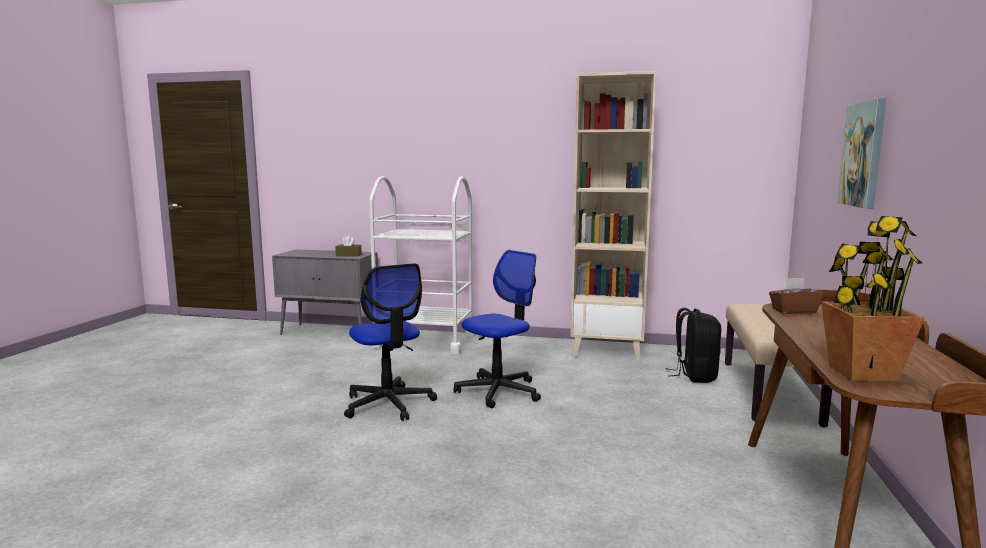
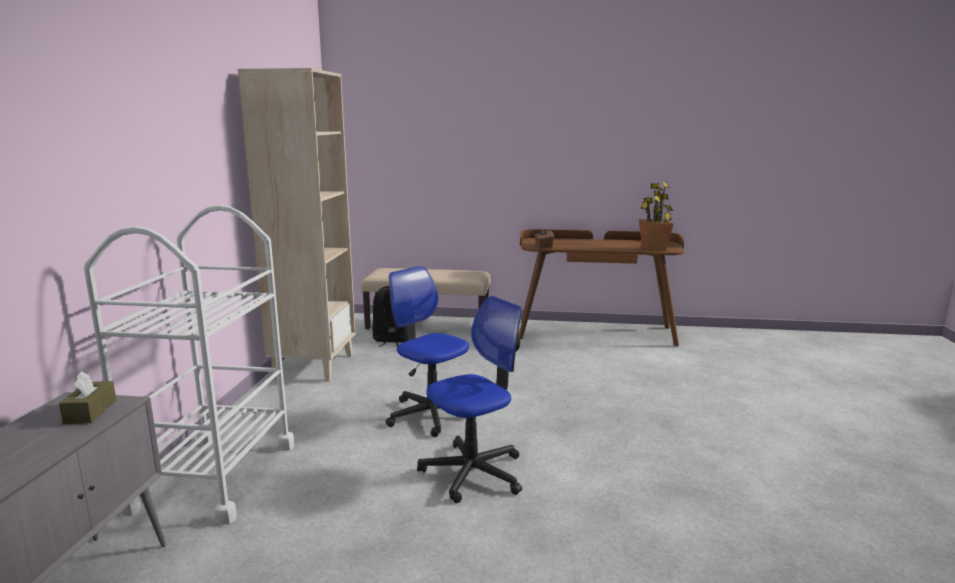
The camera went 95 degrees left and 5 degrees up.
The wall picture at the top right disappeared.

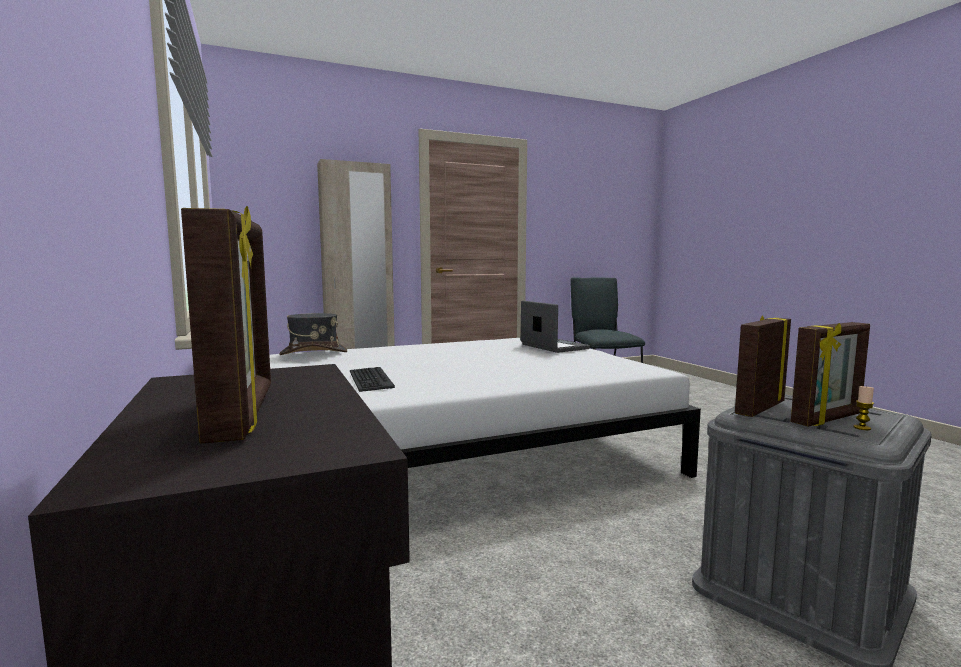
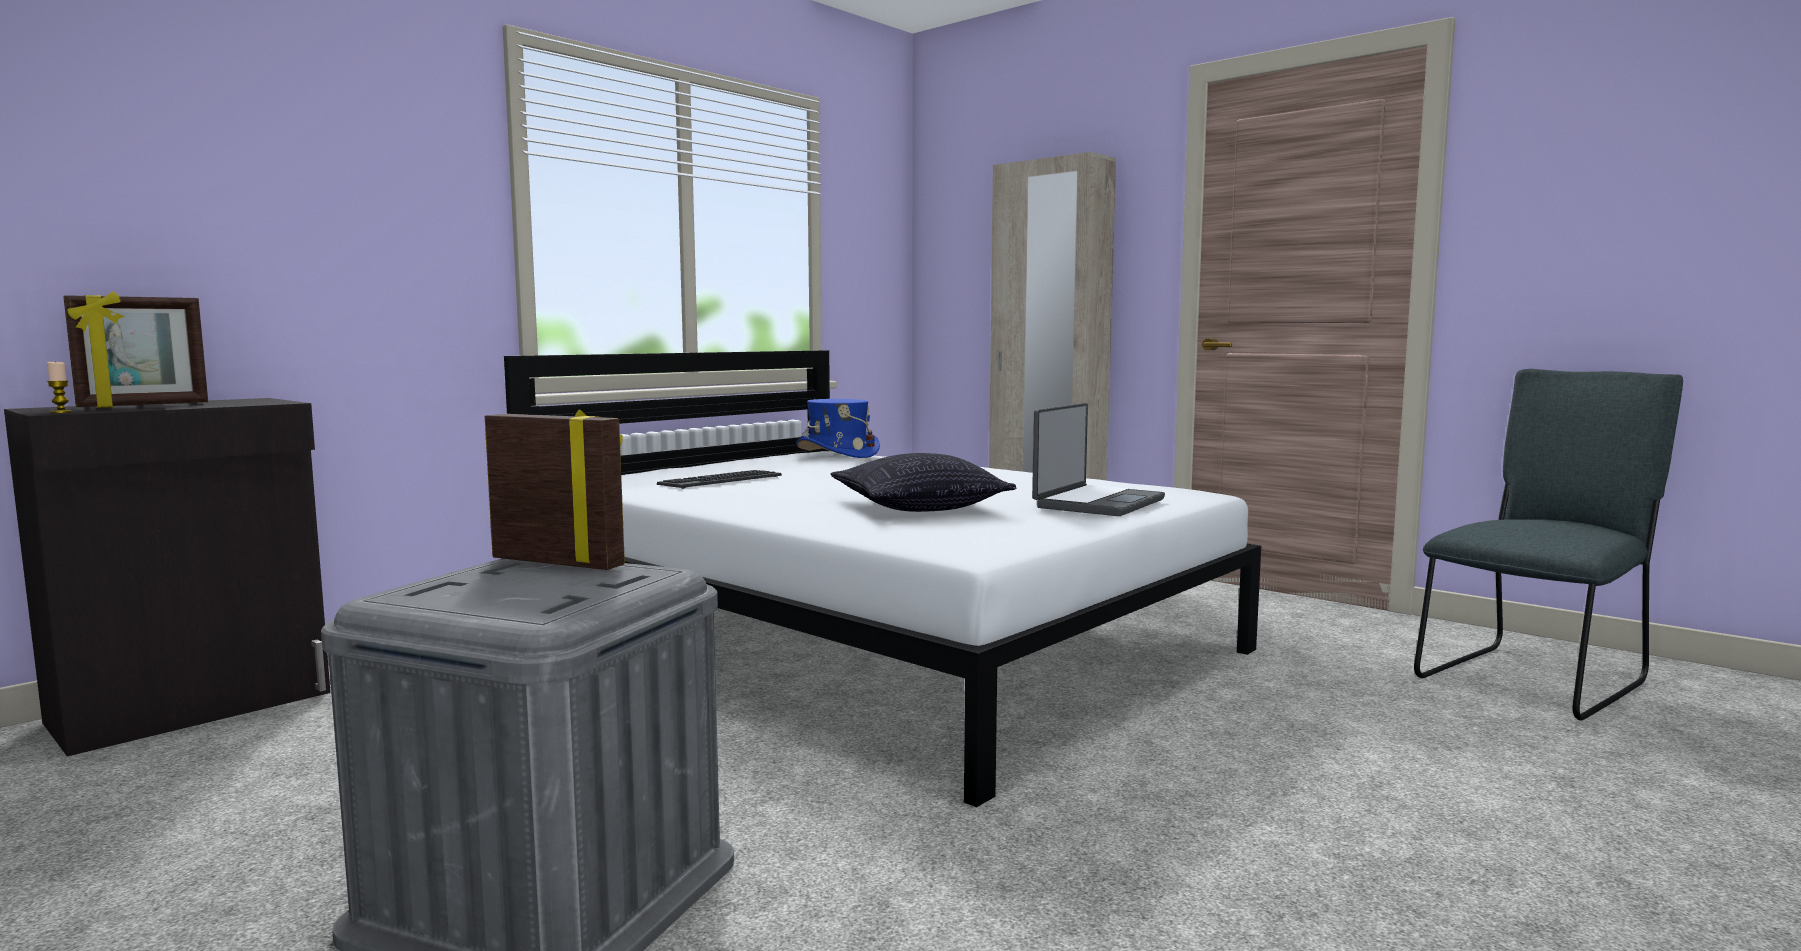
The camera went 65 degrees right and 0 degrees up.
The greyish wearable hat at the middle left became the blue-coloured wearable hat at the centre.
The picture frame (3rd from left) at the middle right disappeared.
The wax candle moved from the middle right to the middle left.
The cushion at the centre appeared.

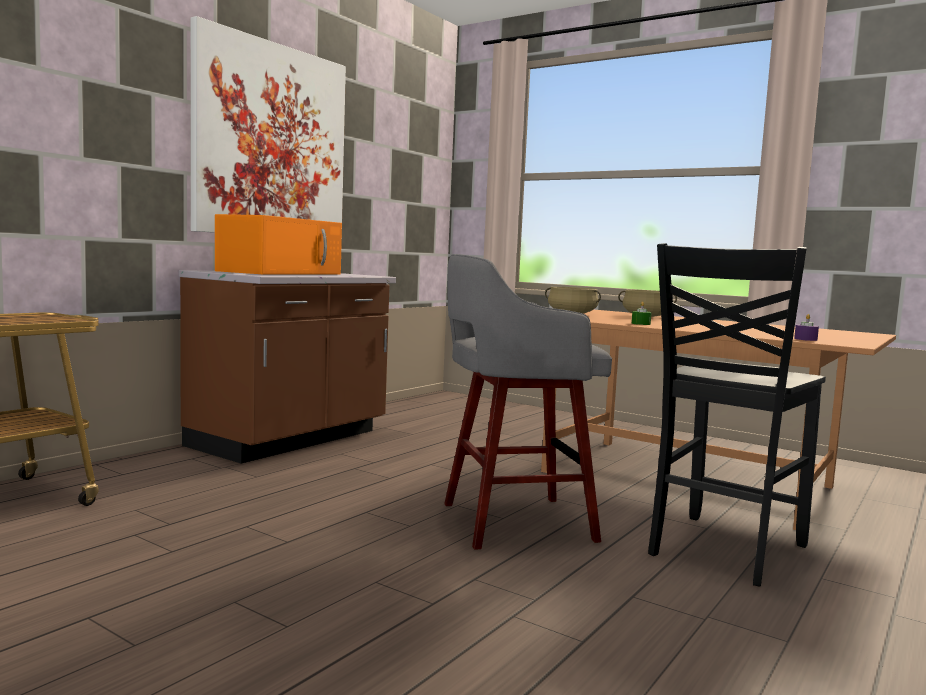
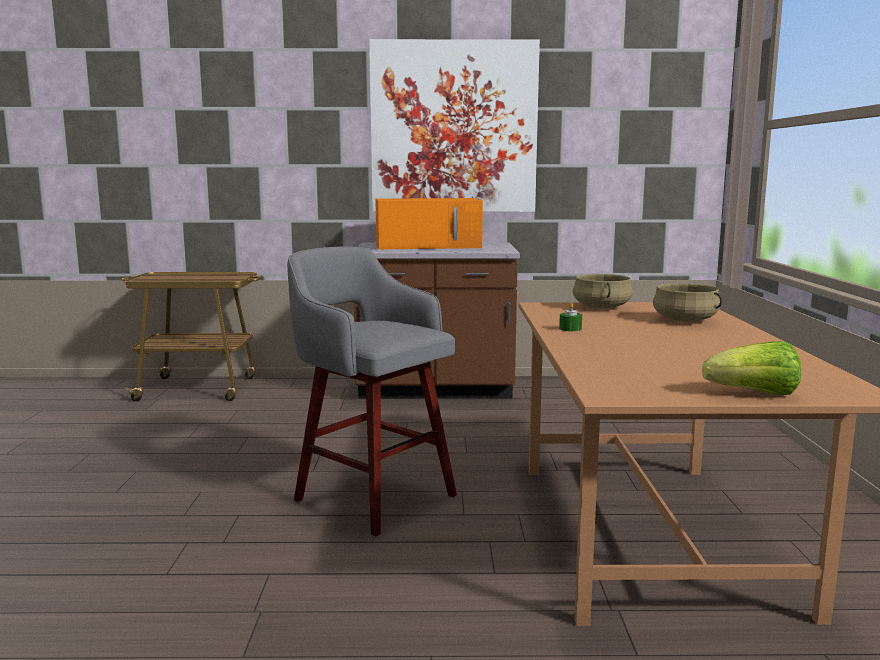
The camera went 55 degrees right and 5 degrees up.
The black-coloured chair at the middle right disappeared.
The purple wax candle at the middle right disappeared.
The lettuce at the middle right appeared.

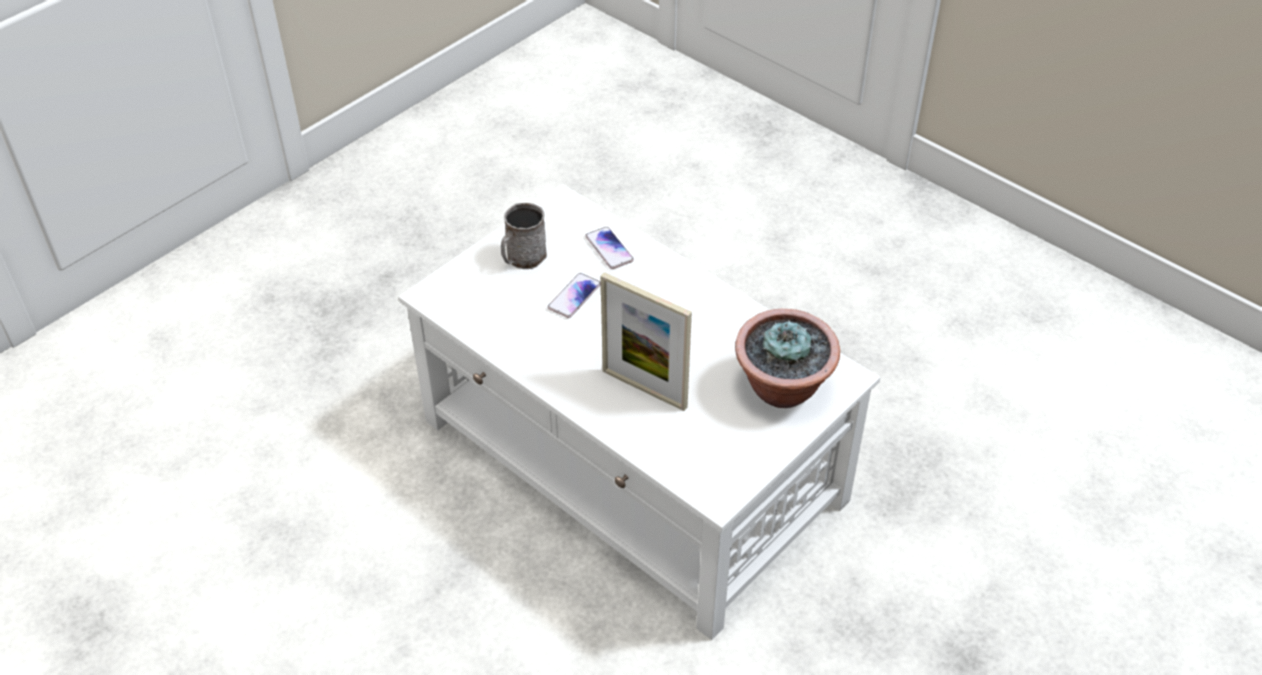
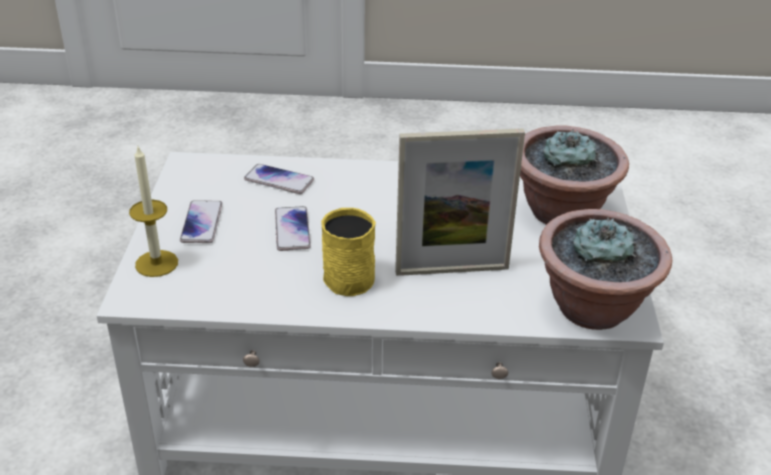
The camera went 40 degrees left and 10 degrees down.
The greyish coffee mug at the centre was replaced by the handset (1st from left) at the middle left.
The wax candle at the middle left appeared.
The yellow coffee mug at the centre appeared.
The potted plant (2nd from left) at the middle right appeared.

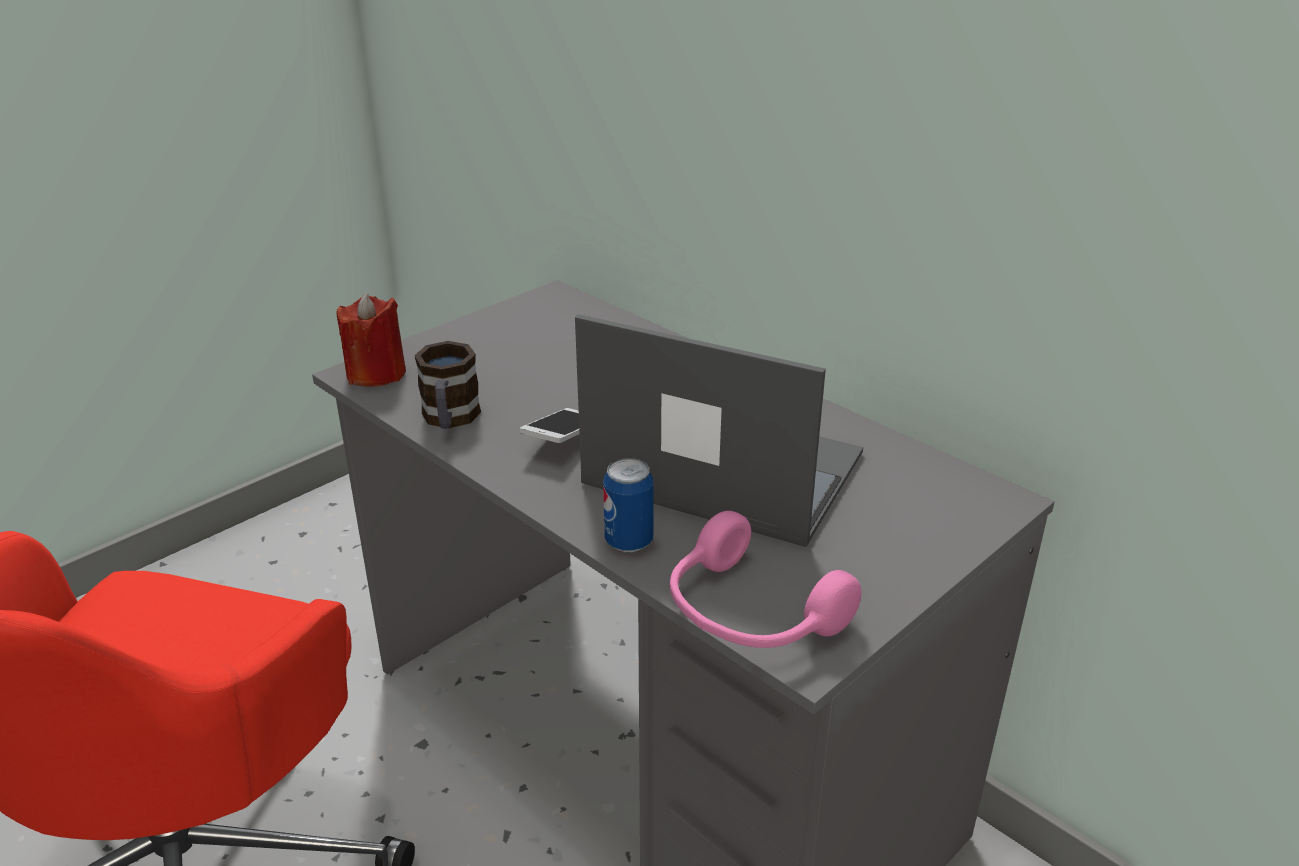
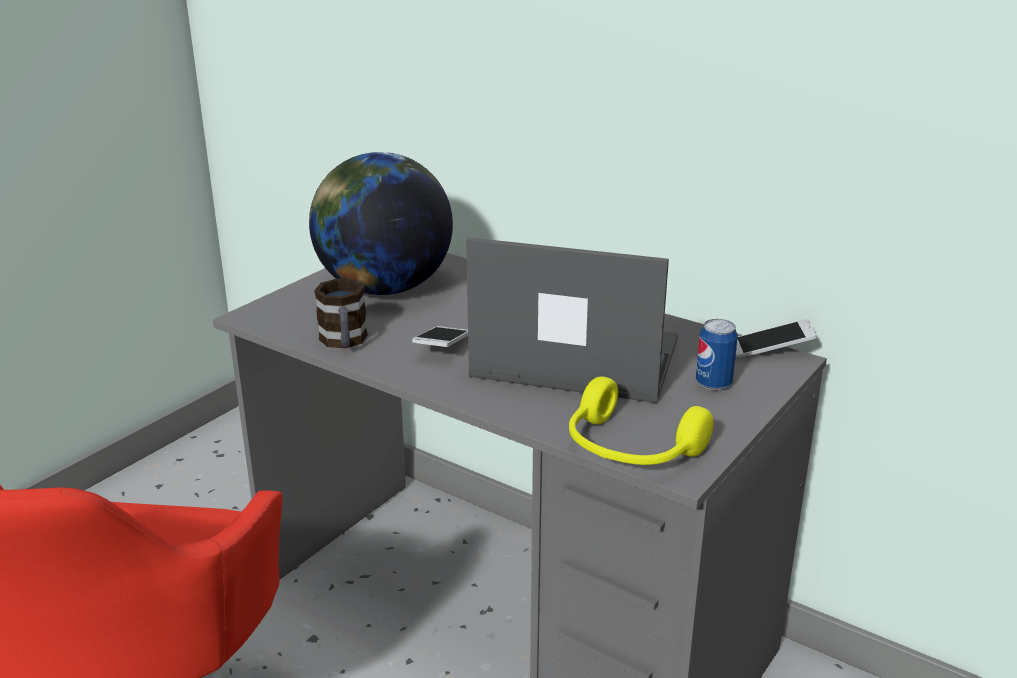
The camera went 10 degrees left and 5 degrees down.
The red wax candle at the middle left disappeared.
The metal can moved from the centre to the middle right.
The pinkish headphones at the bottom centre became the yellow headphones at the centre.
The world globe at the top centre appeared.
The handset (2nd from left) at the middle right appeared.

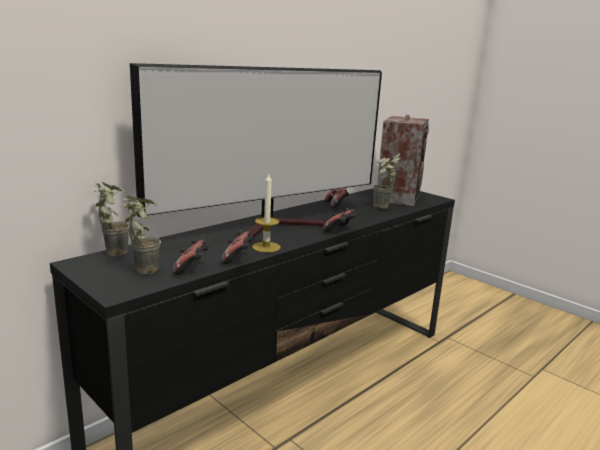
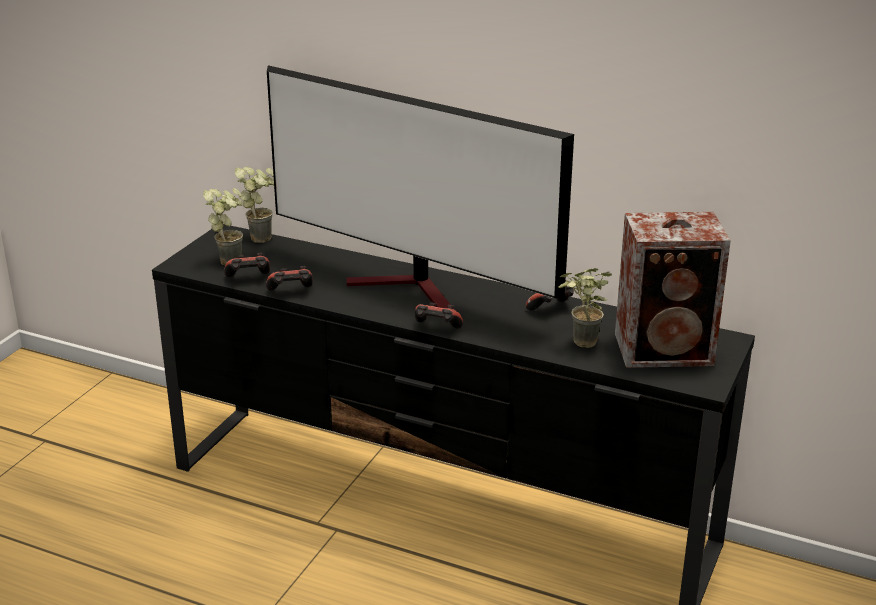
The camera went 70 degrees right and 10 degrees up.
The wax candle at the centre disappeared.

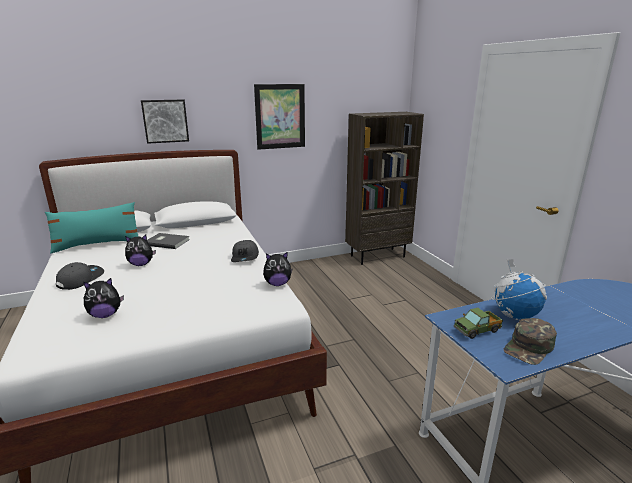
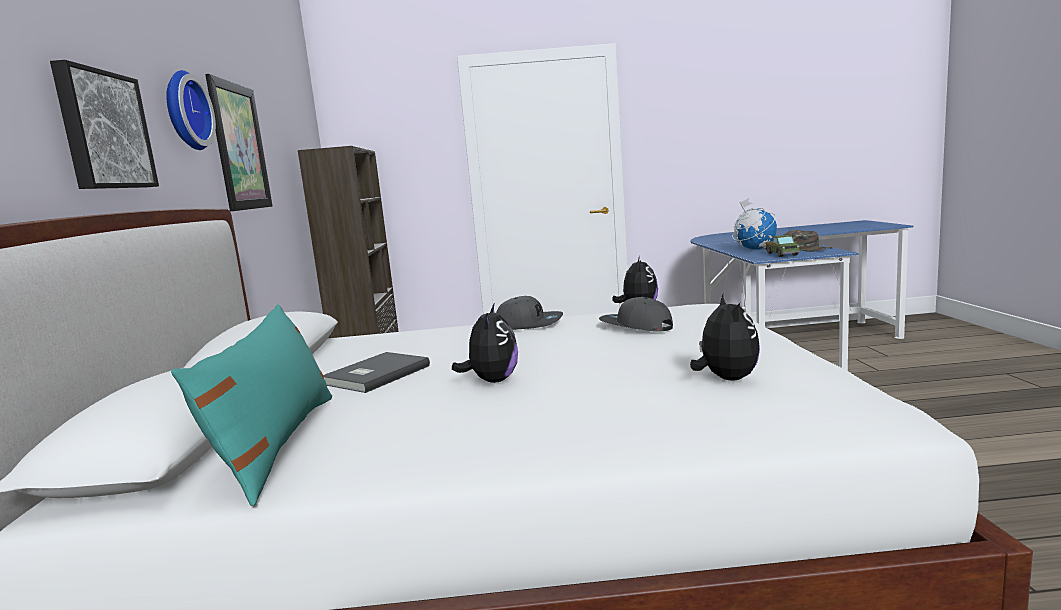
The camera went 70 degrees left and 10 degrees down.
The greyish baseball cap (1st from left in the first image) moved from the middle left to the centre.
The hanging clock at the top left appeared.

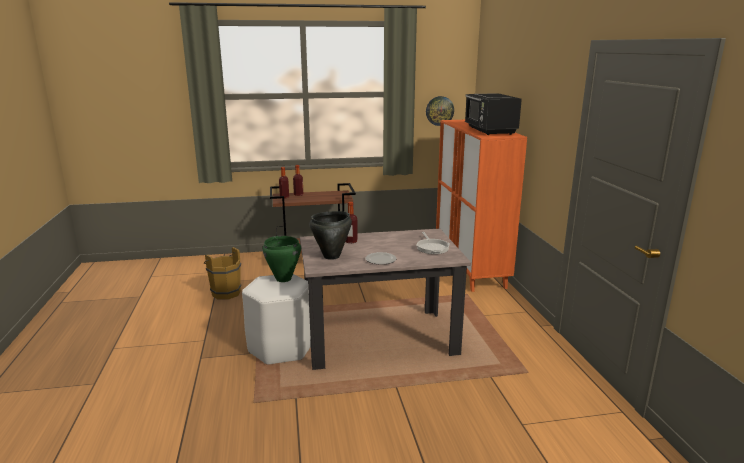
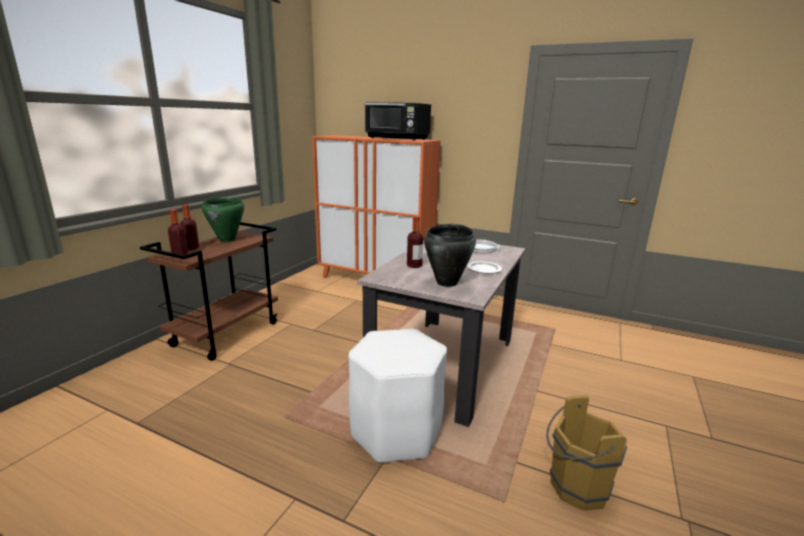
The camera went 55 degrees left and 0 degrees up.
The brown bucket moved from the middle left to the bottom right.
The green-coloured saucepot moved from the centre to the middle left.
The hanging clock at the top centre disappeared.

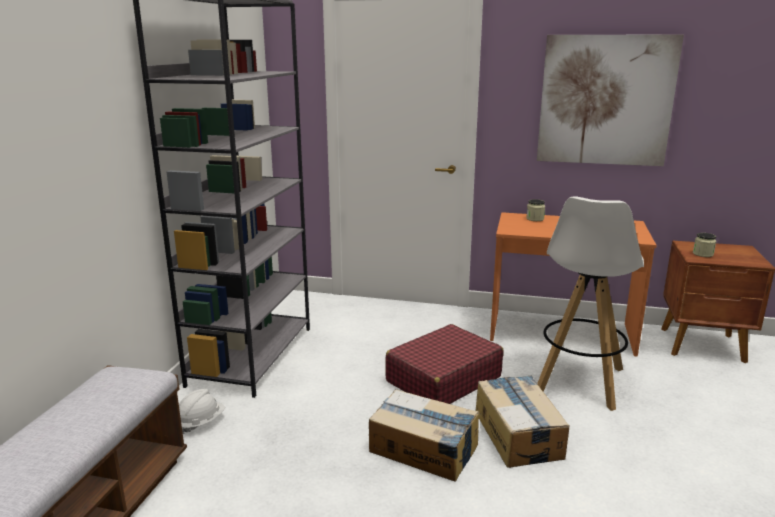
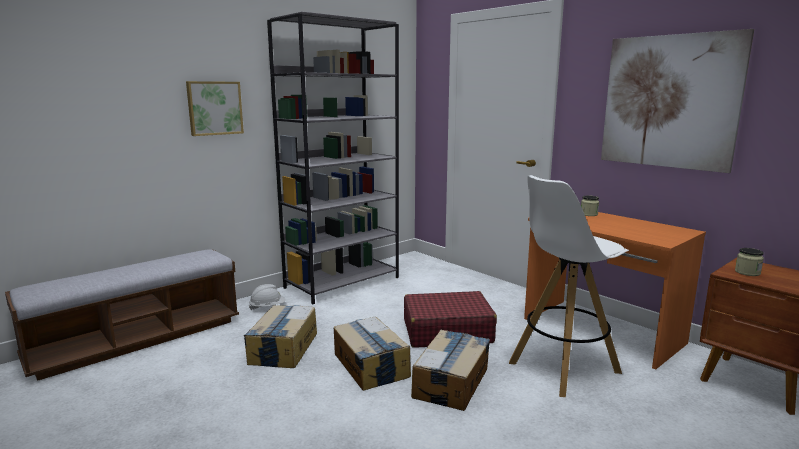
The camera went 35 degrees right and 5 degrees down.
The wall picture (1st from left) at the top left appeared.
The carton (1st from left) at the bottom centre appeared.

